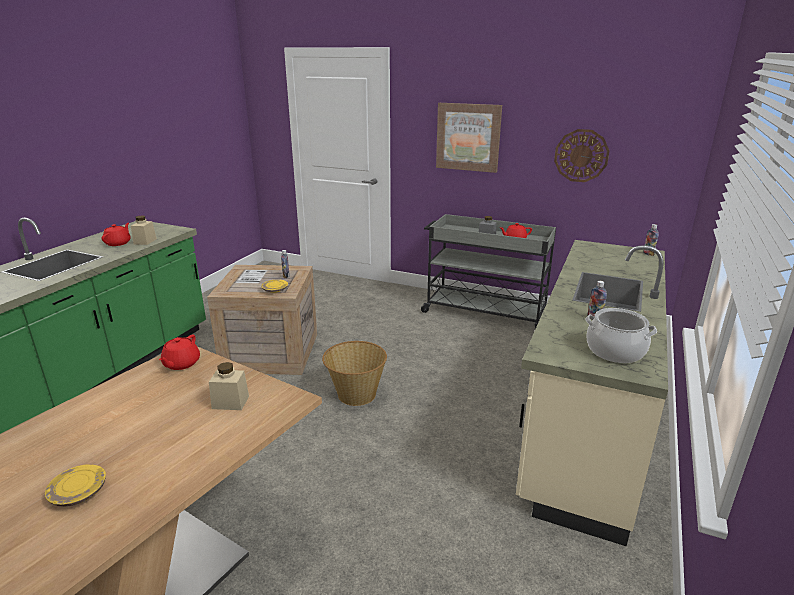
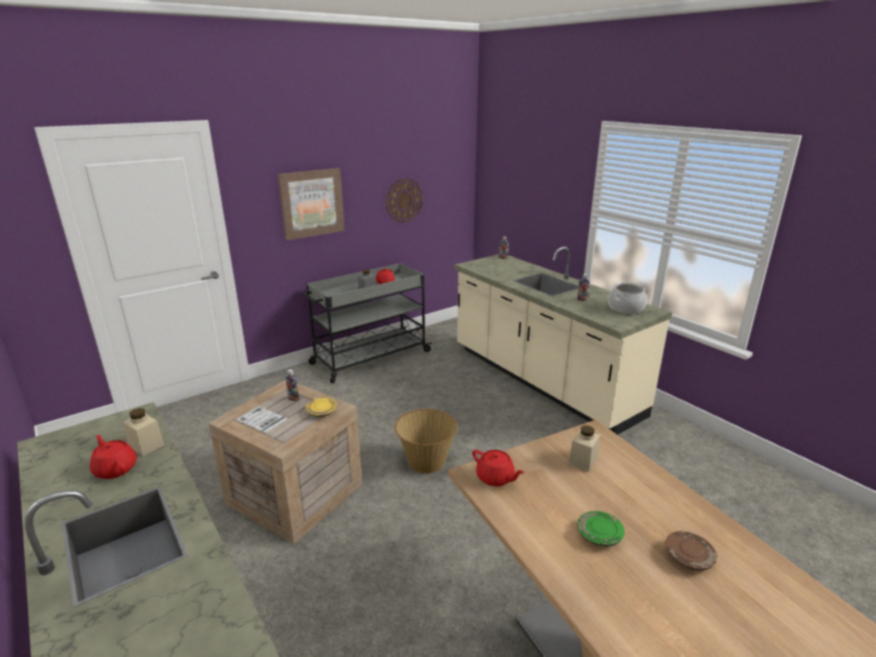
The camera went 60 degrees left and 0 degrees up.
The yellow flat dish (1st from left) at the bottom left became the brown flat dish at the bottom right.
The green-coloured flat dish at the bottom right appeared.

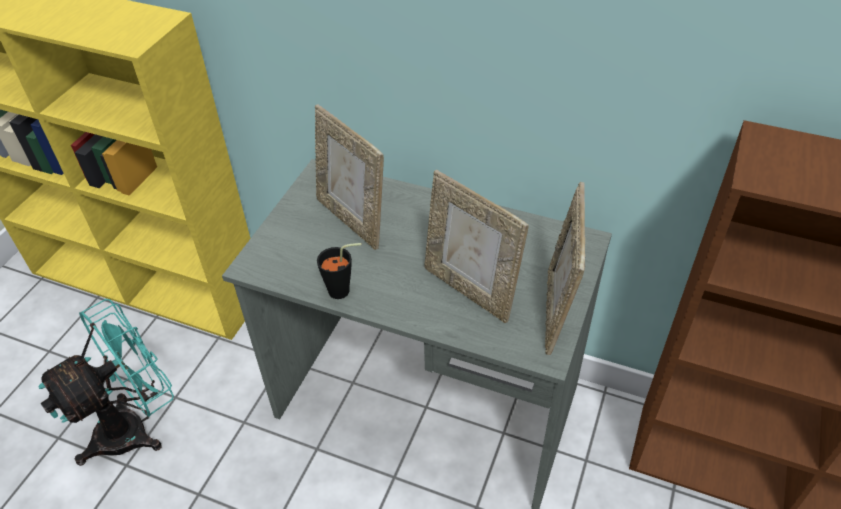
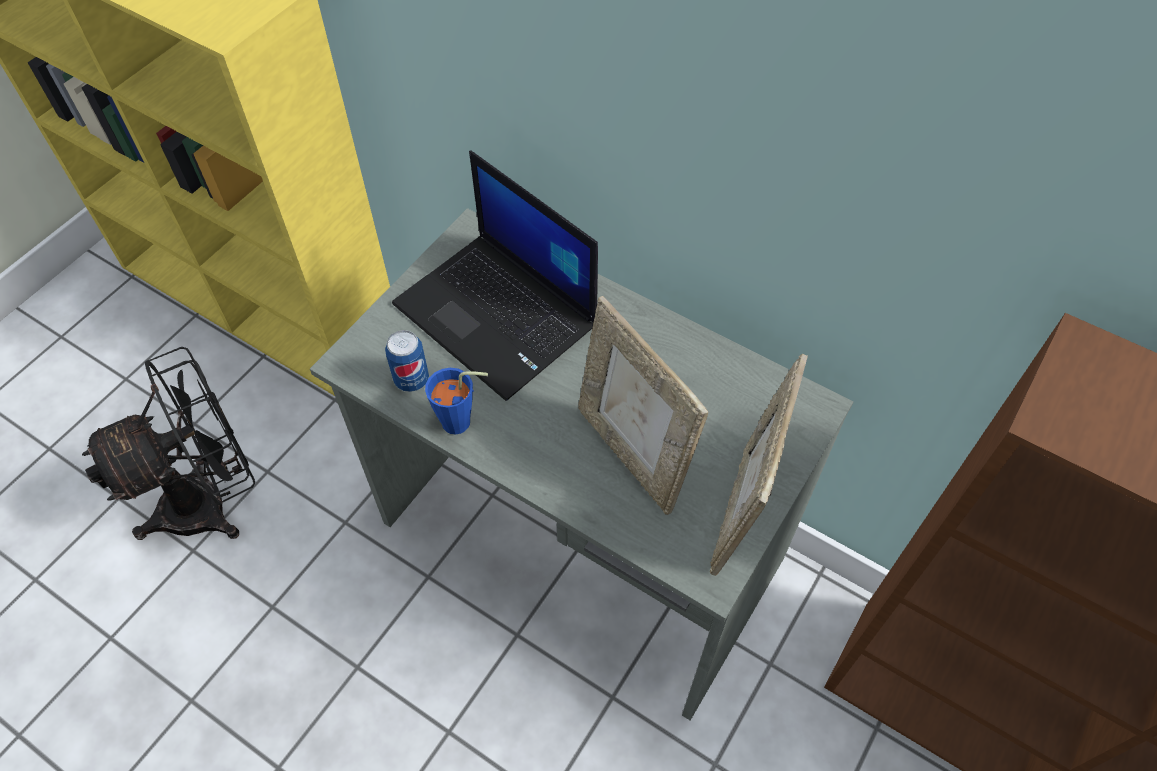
The camera went 10 degrees right and 10 degrees up.
The turquoise-coloured electric fan at the bottom left became the black-coloured electric fan at the middle left.
The picture frame (1st from left) at the centre was replaced by the portable computer at the centre.
The black-coloured drinking cup at the centre became the blue-coloured drinking cup at the centre.
The metal can at the centre appeared.

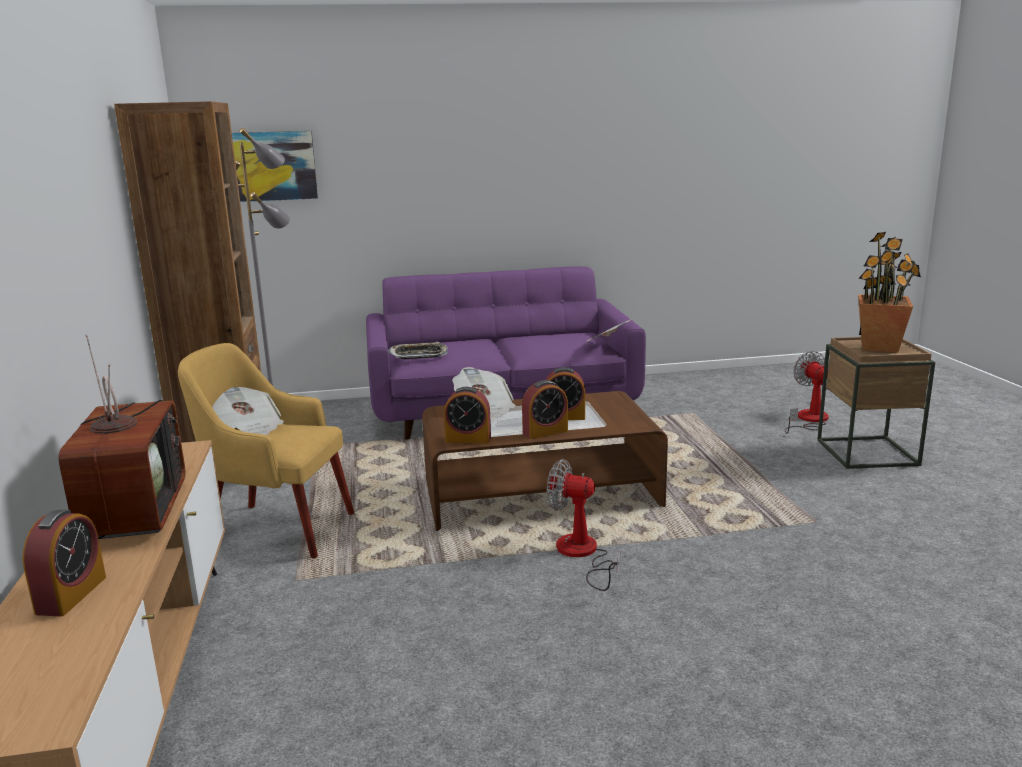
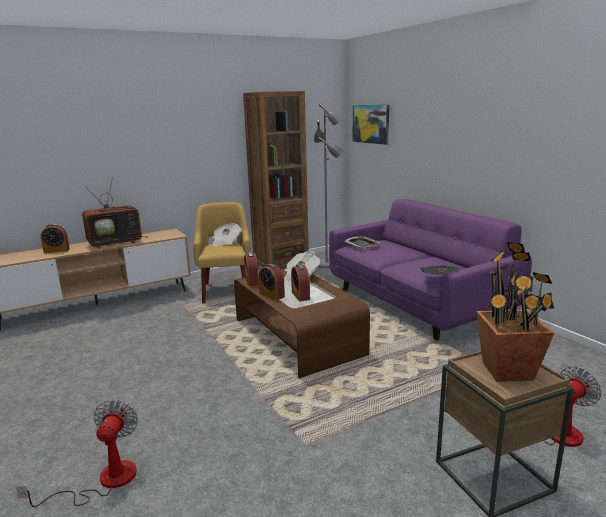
The camera went 70 degrees right and 0 degrees up.
The electric fan (1st from left) moved from the bottom centre to the bottom left.

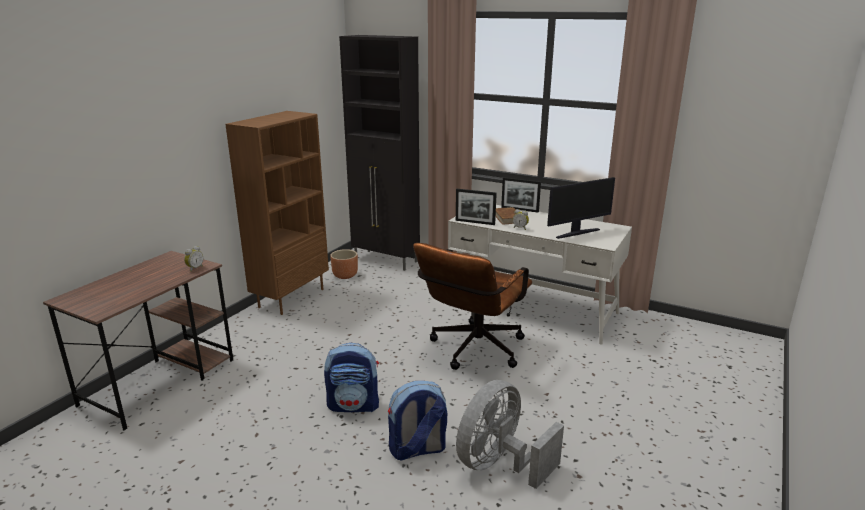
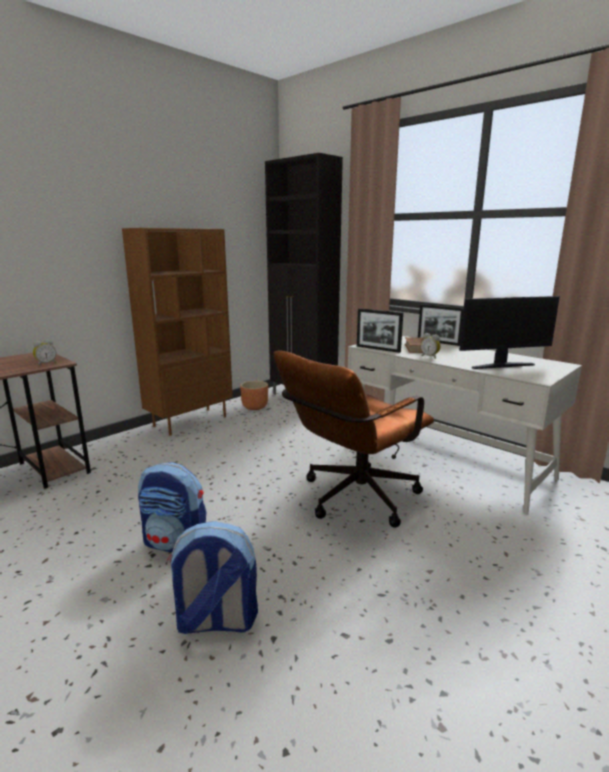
The camera went 15 degrees right and 5 degrees down.
The greyish electric fan at the bottom centre disappeared.

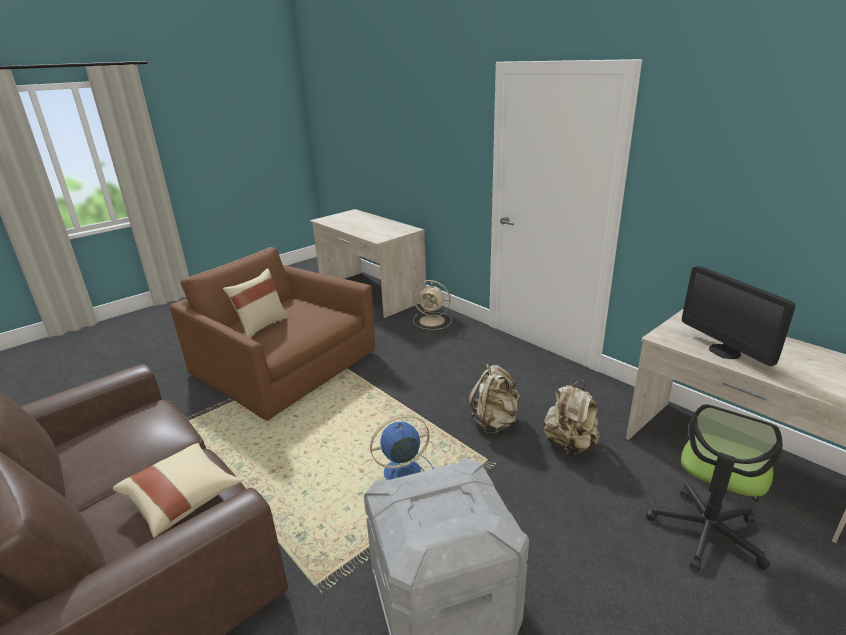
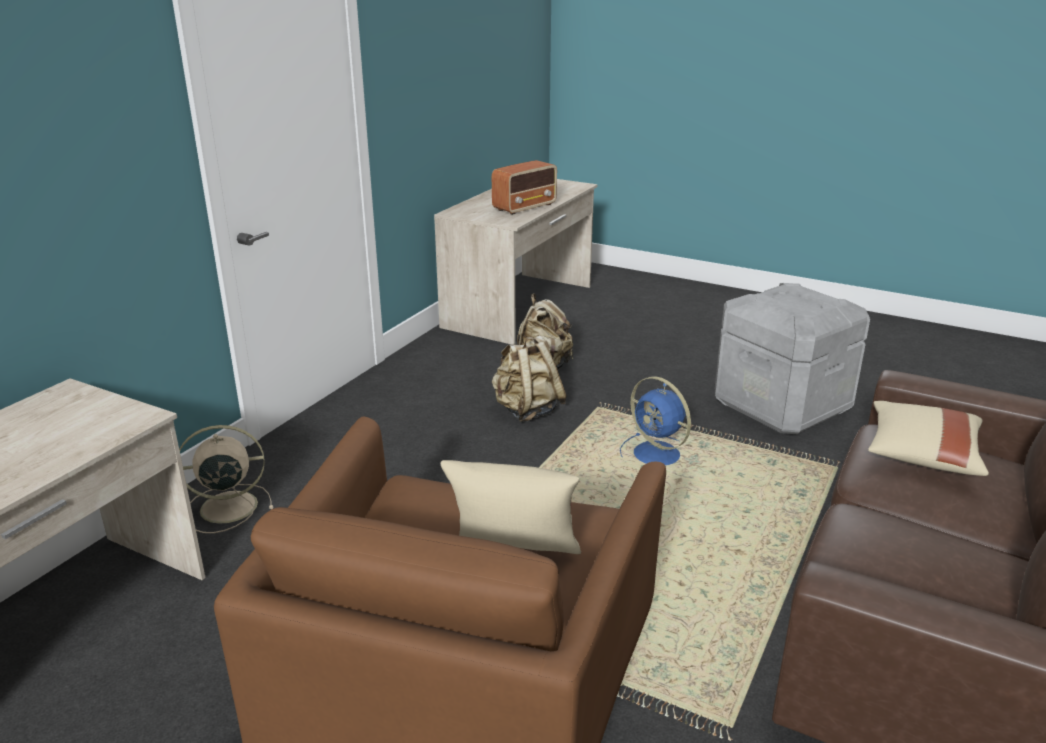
The camera went 110 degrees left and 0 degrees up.
The sand-coloured electric fan at the centre turned 105 degrees counterclockwise.
The office chair at the bottom right disappeared.
The monitor at the middle right was replaced by the radio set at the top centre.

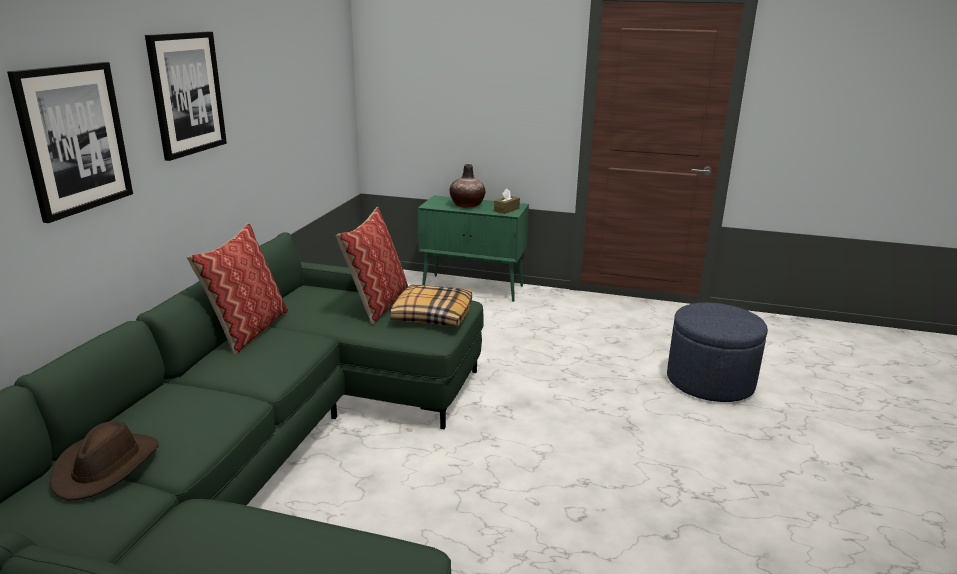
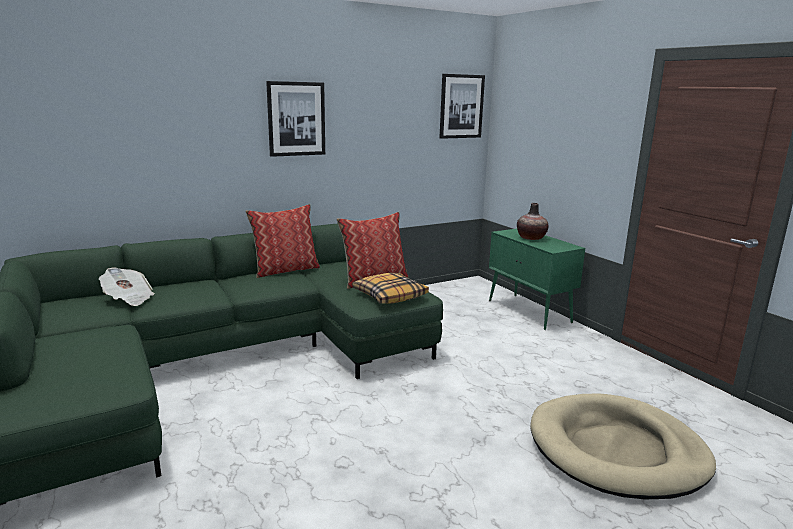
The camera went 45 degrees right and 5 degrees down.
The wall picture (1st from left in the first image) moved from the top left to the top centre.
The brown wearable hat at the bottom left was replaced by the newspaper at the middle left.
The brown tissue holder at the centre disappeared.
The blue-coloured pouffe at the middle right was replaced by the sand-coloured dog bed at the bottom right.

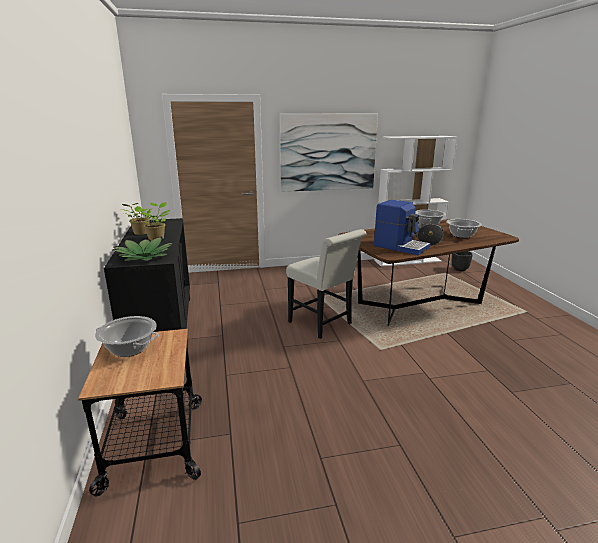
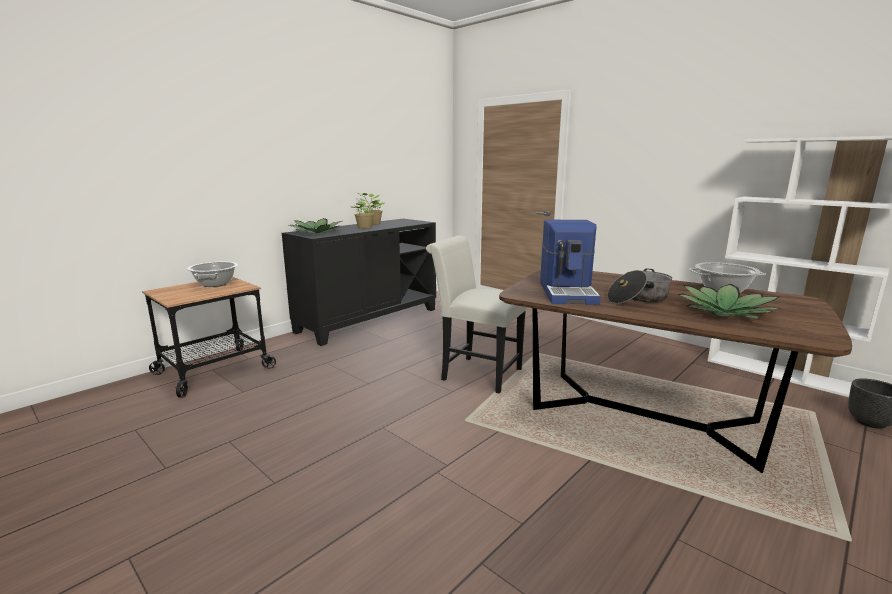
The camera went 55 degrees right and 5 degrees down.
The wall picture at the top centre disappeared.
The white-coloured chair at the centre turned 105 degrees clockwise.
The saucepot (4th from left) at the middle right was replaced by the potted plant (4th from left) at the middle right.

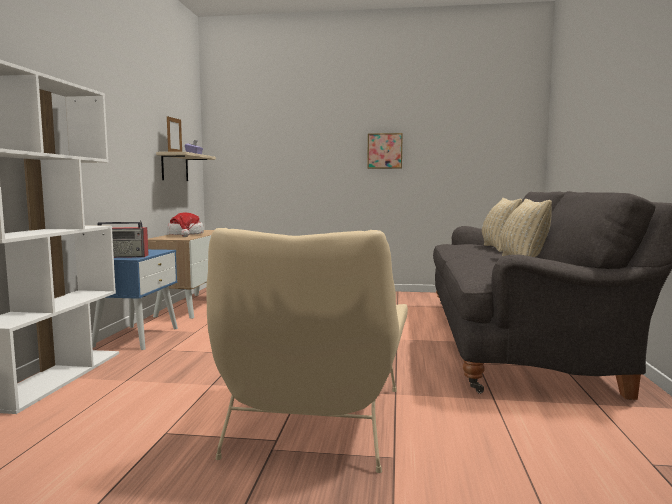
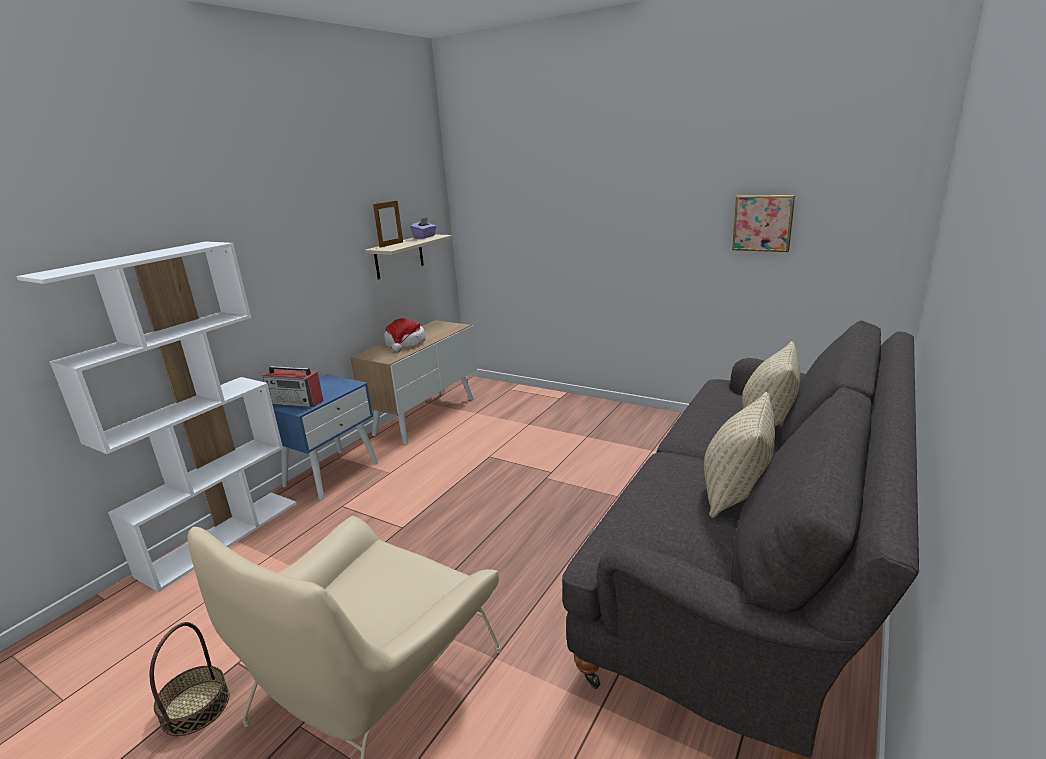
The camera went 25 degrees right and 15 degrees up.
The wall picture moved from the top centre to the top right.
The storage basket at the bottom left appeared.

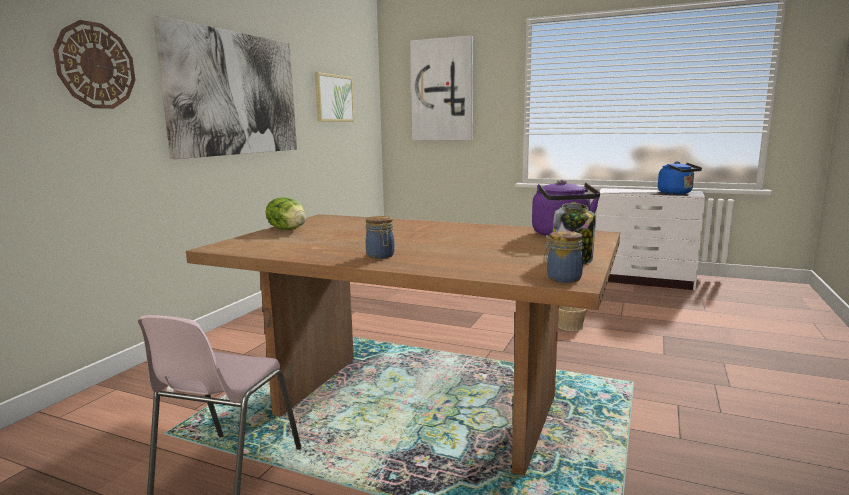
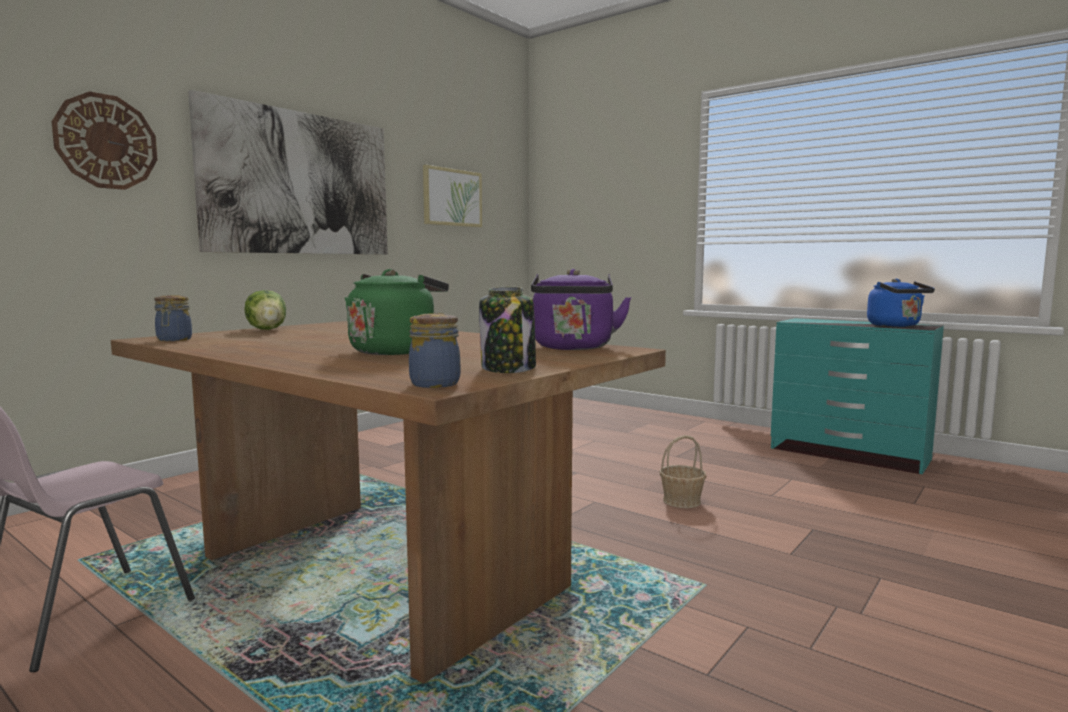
The camera went 15 degrees right and 5 degrees down.
The jar (1st from left) moved from the centre to the middle left.
The wall picture (3rd from left) at the top centre disappeared.
The white-coloured chest of drawers at the middle right became the turquoise-coloured chest of drawers at the middle right.
The green-coloured water kettle at the centre appeared.

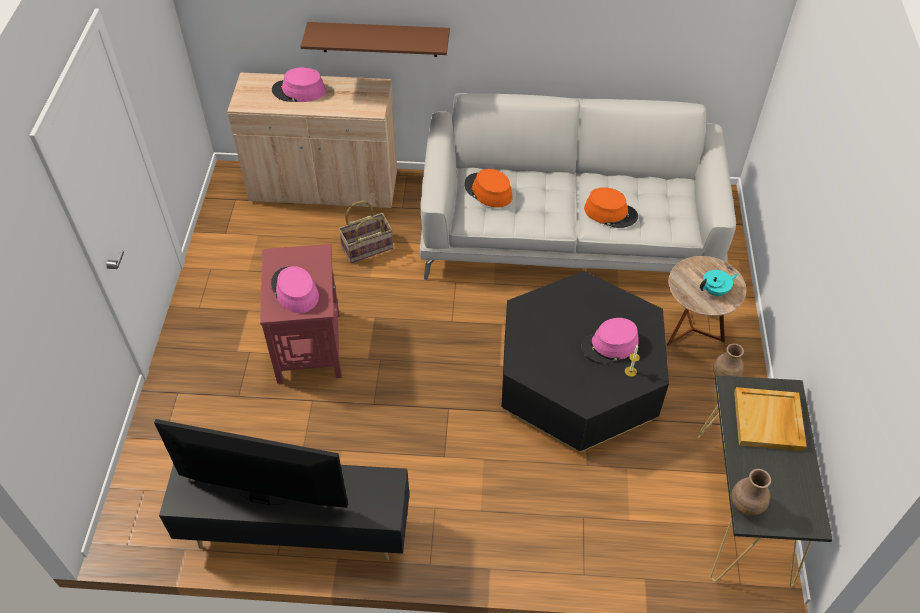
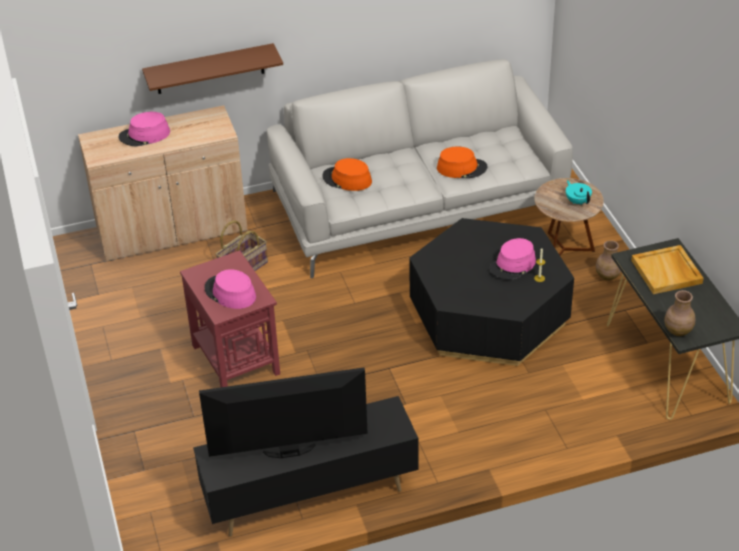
The camera went 20 degrees left and 10 degrees down.
The turquoise-coloured tea pot at the middle right turned 75 degrees counterclockwise.

